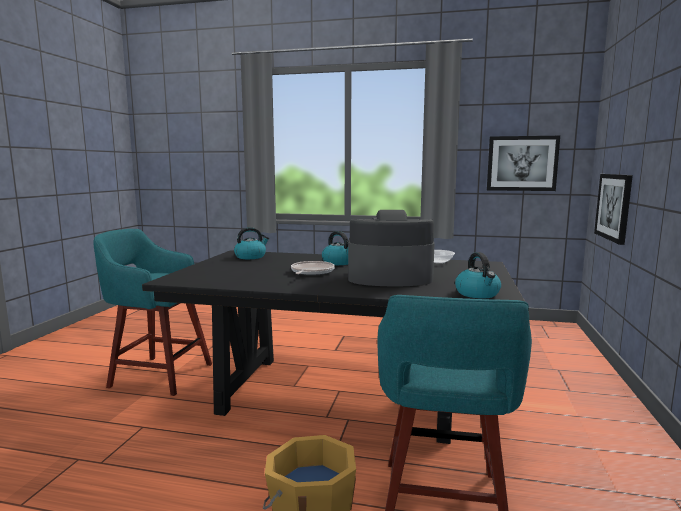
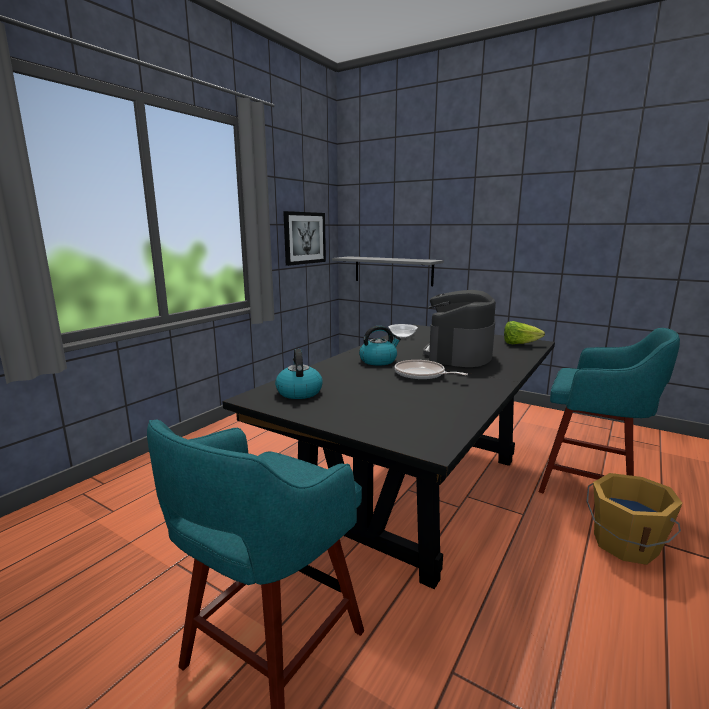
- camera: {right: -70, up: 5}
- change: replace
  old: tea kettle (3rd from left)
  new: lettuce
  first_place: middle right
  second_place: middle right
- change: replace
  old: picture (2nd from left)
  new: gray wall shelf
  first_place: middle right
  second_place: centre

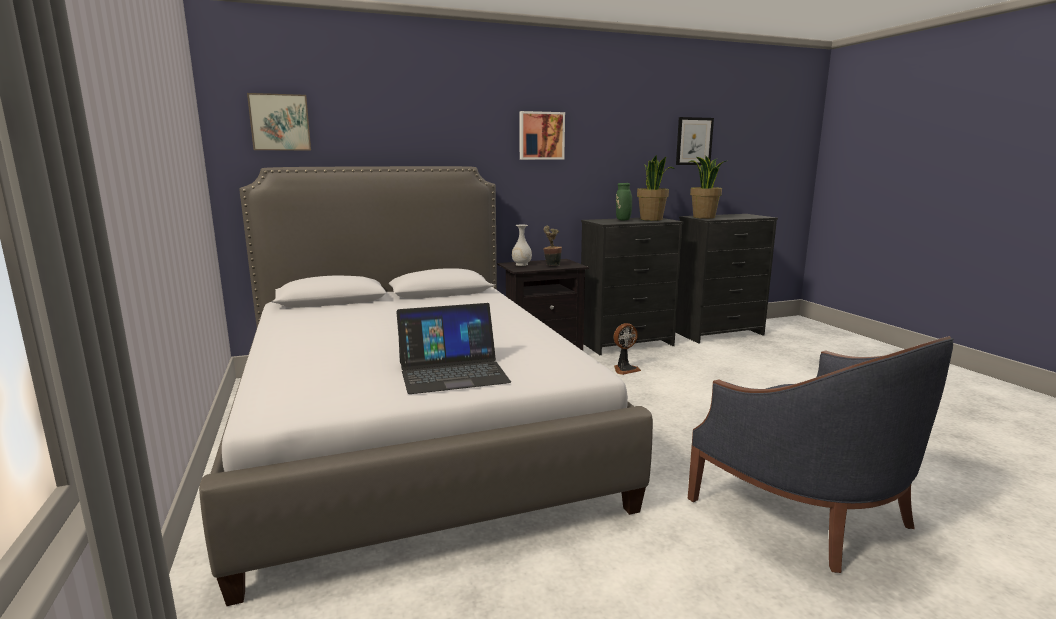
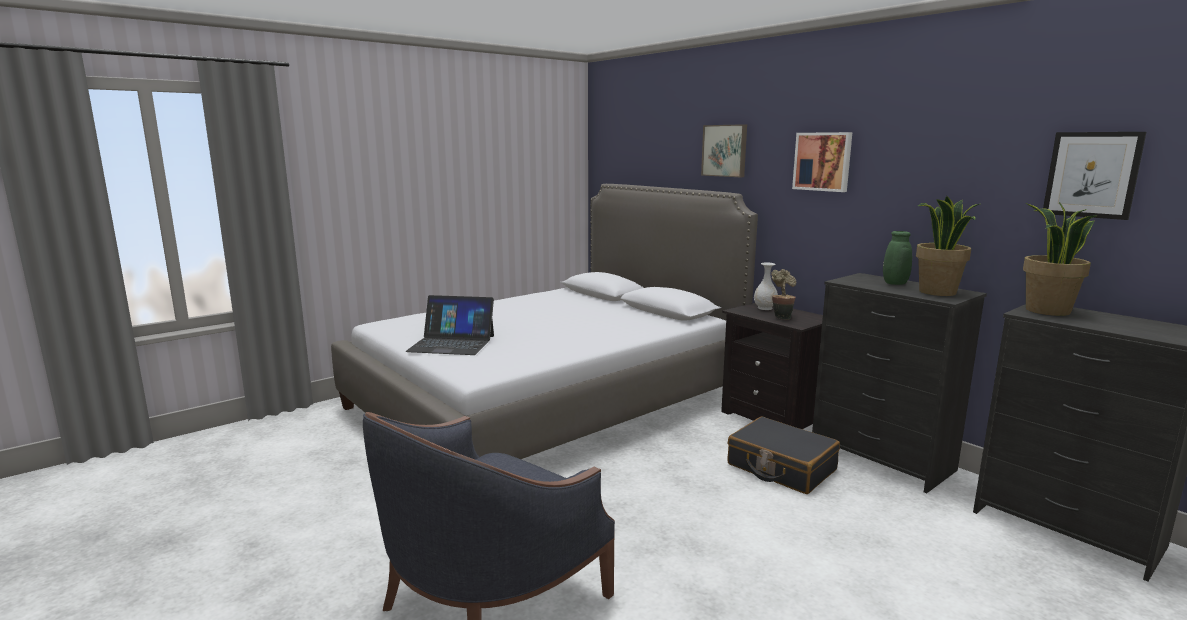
- camera: {right: 70, up: 0}
- change: move
  old: picture (1st from left)
  first_place: top left
  second_place: top centre
- change: rotate
  old: laptop
  first_place: centre
  second_place: centre
  degrees: -45
- change: replace
  old: cooling fan
  new: black travel case
  first_place: centre
  second_place: bottom centre

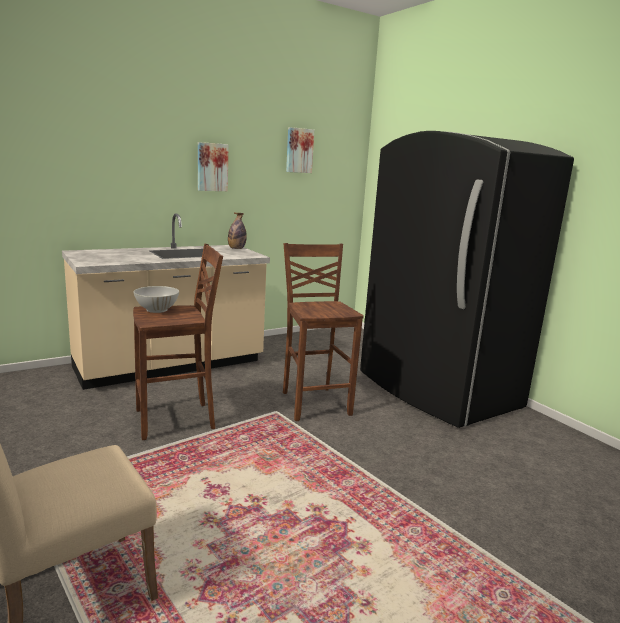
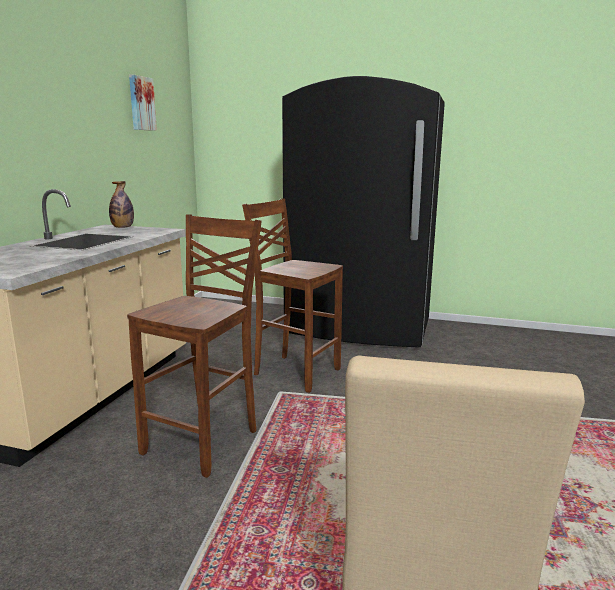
- camera: {right: -40, up: 0}
- change: delete
  old: white deep dish
  first_place: middle left
- change: delete
  old: picture (1st from left)
  first_place: top centre

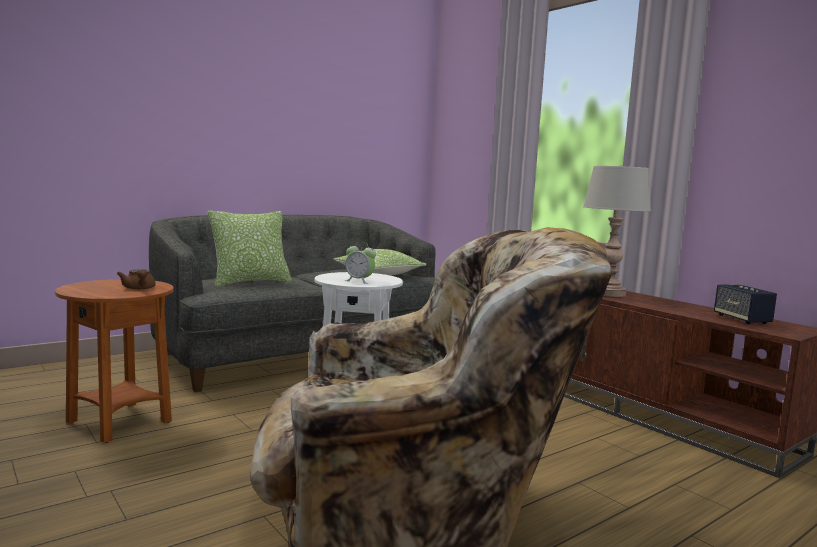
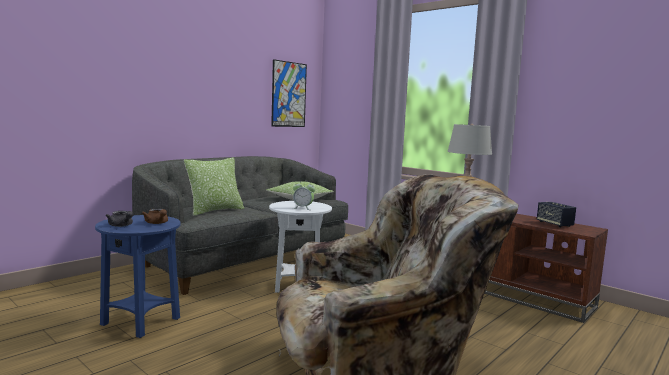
- camera: {right: -10, up: 0}
- change: recolor
  old: brown end table
  new: blue end table
  first_place: middle left
  second_place: bottom left
- change: insert
  new: gray tea pot
  second_place: middle left
- change: insert
  new: picture
  second_place: top centre

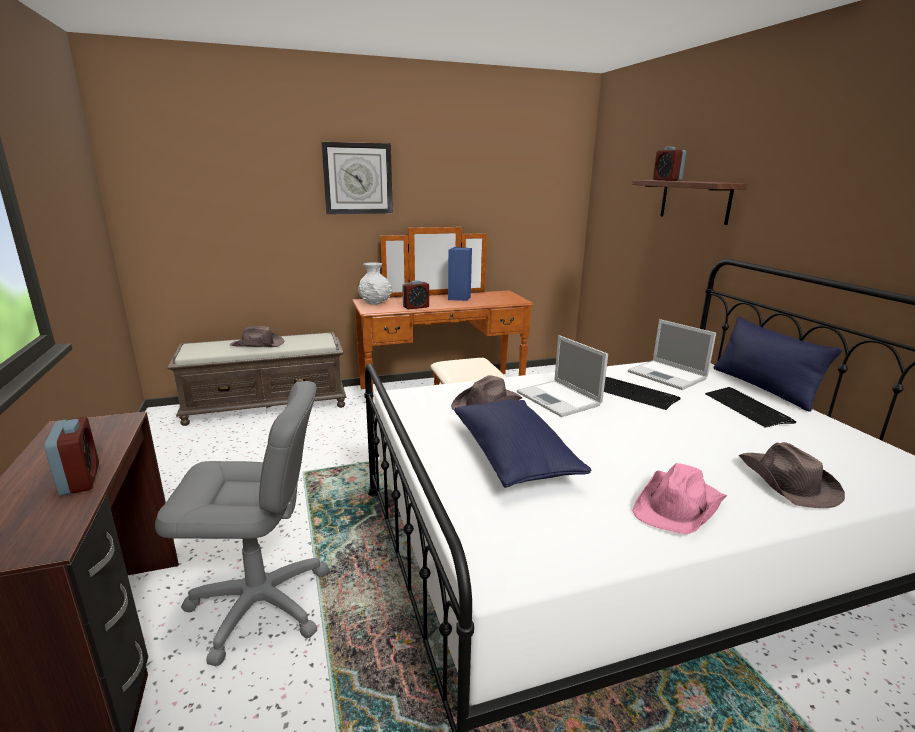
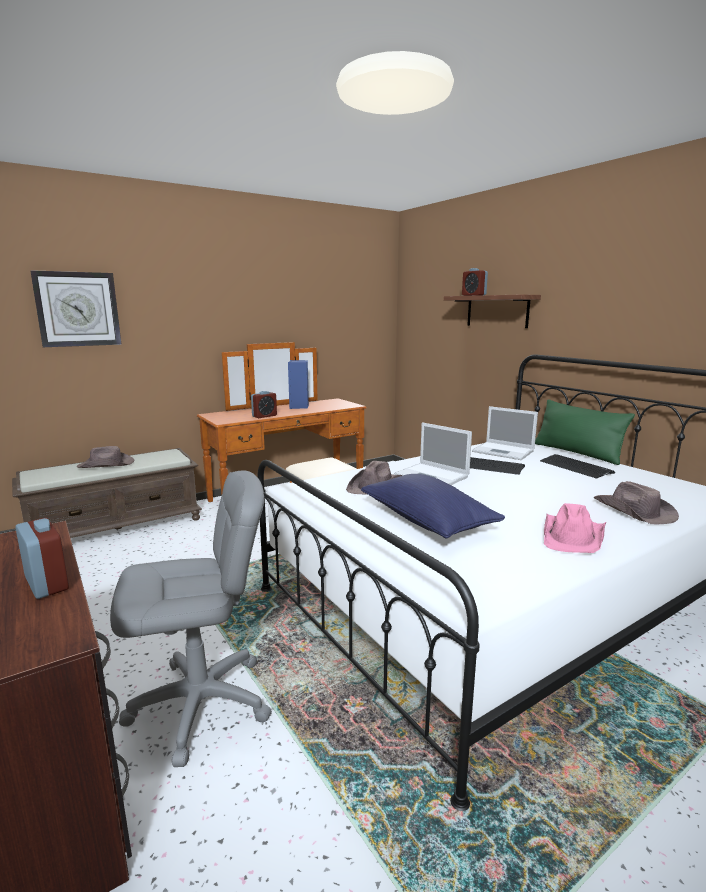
- camera: {right: -15, up: -5}
- change: move
  old: hanging clock
  first_place: top centre
  second_place: middle left
- change: delete
  old: white vase
  first_place: centre
- change: recolor
  old: blue throw pillow (2nd from left)
  new: greenish throw pillow
  first_place: middle right
  second_place: middle right

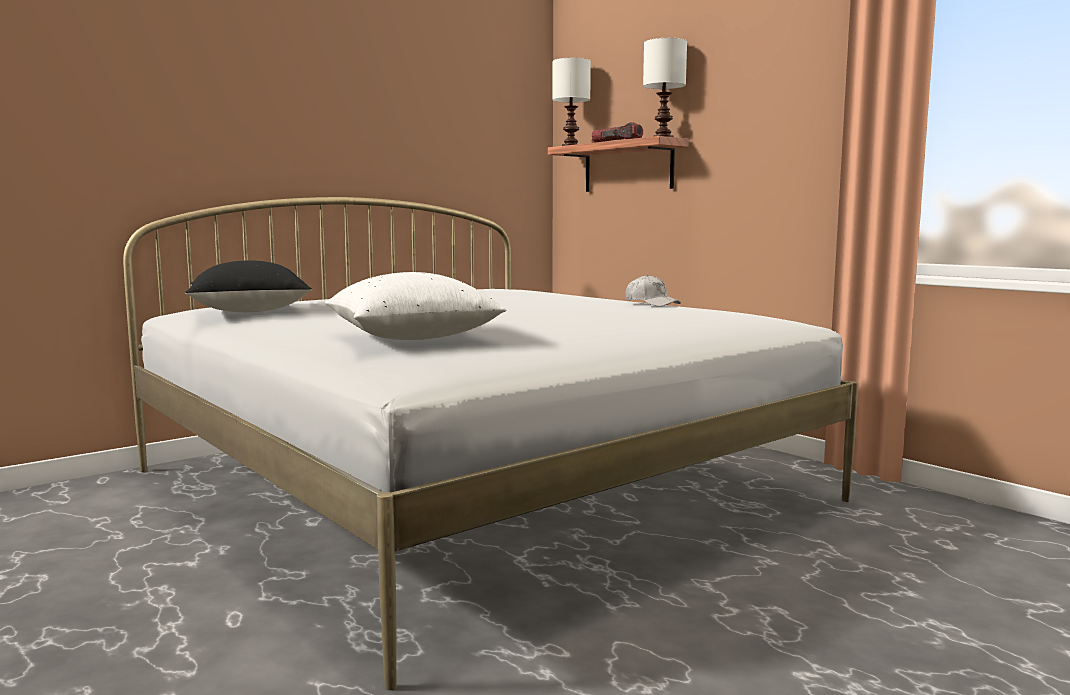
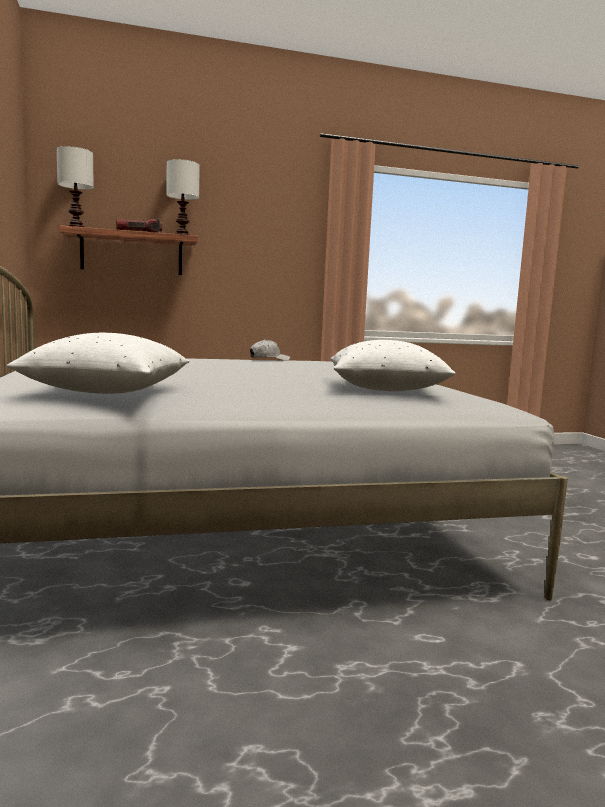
- camera: {right: -65, up: 0}
- change: recolor
  old: black throw pillow
  new: white throw pillow (1st from left)
  first_place: middle left
  second_place: middle left

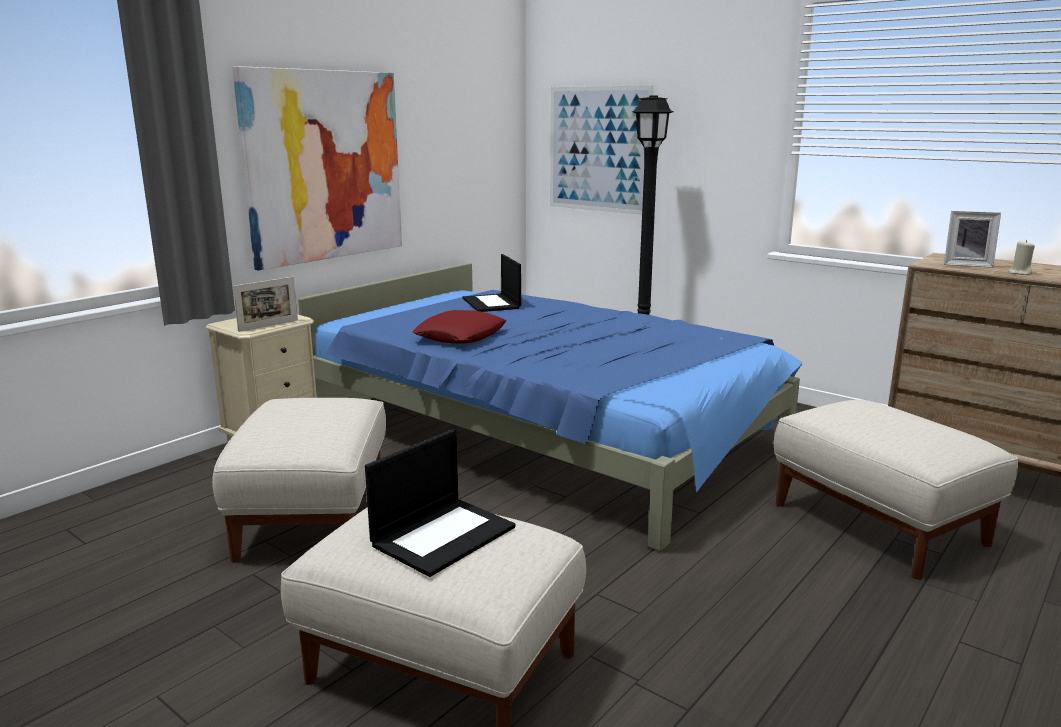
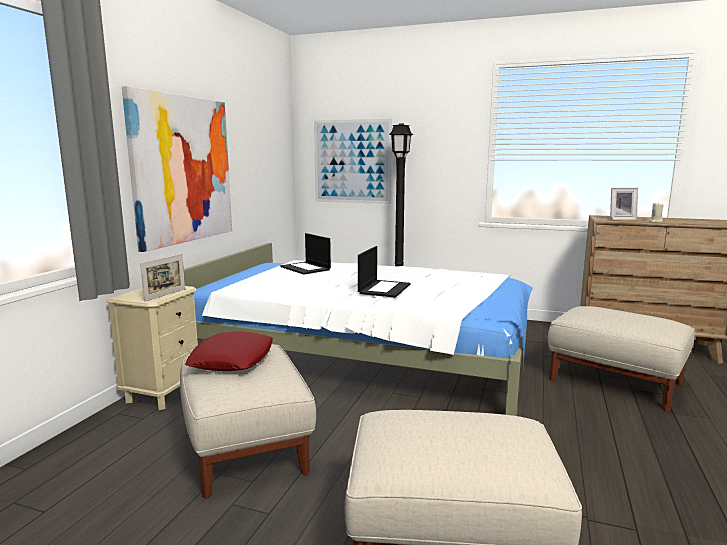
- camera: {right: -20, up: -5}
- change: recolor
  old: blue bed
  new: white bed
  first_place: centre
  second_place: centre
- change: move
  old: laptop (1st from left in the first image)
  new: laptop (2nd from left)
  first_place: bottom centre
  second_place: centre
- change: move
  old: red-coloured throw pillow
  first_place: centre
  second_place: middle left

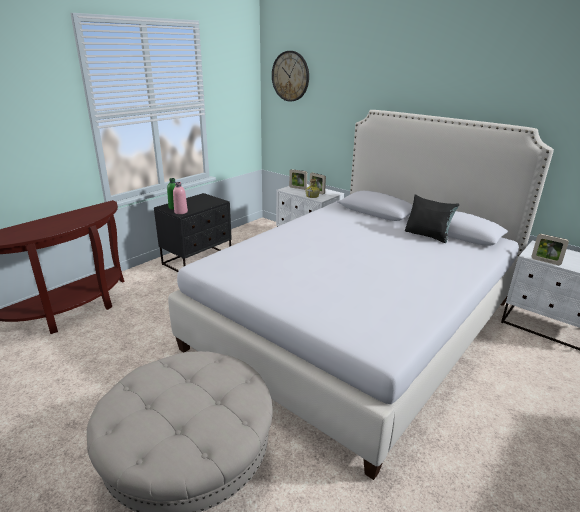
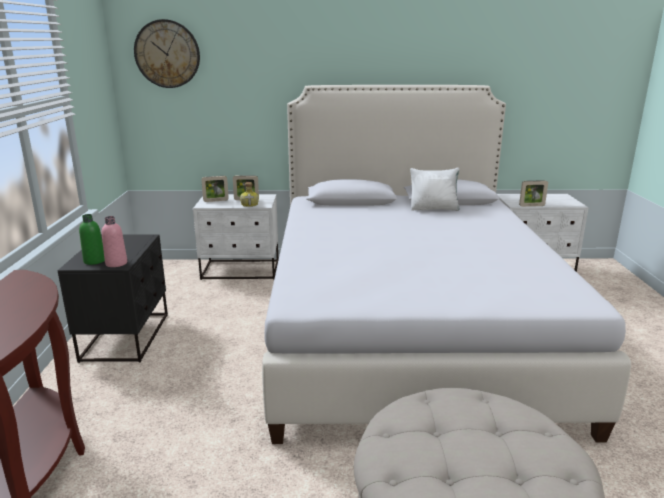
- camera: {right: -40, up: -5}
- change: recolor
  old: black throw pillow
  new: white throw pillow
  first_place: middle right
  second_place: centre

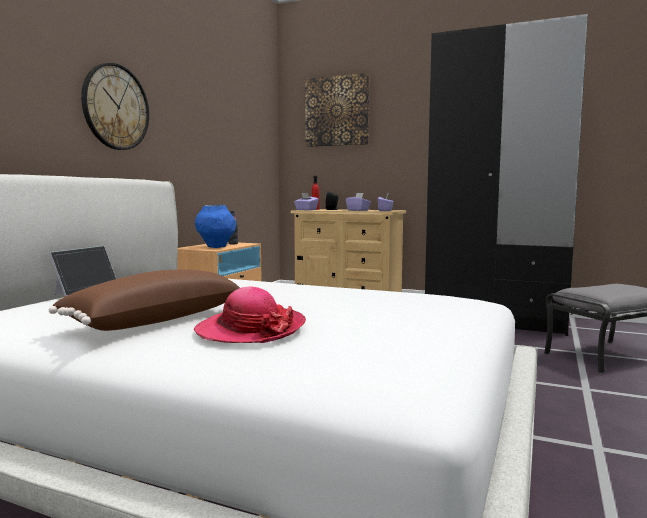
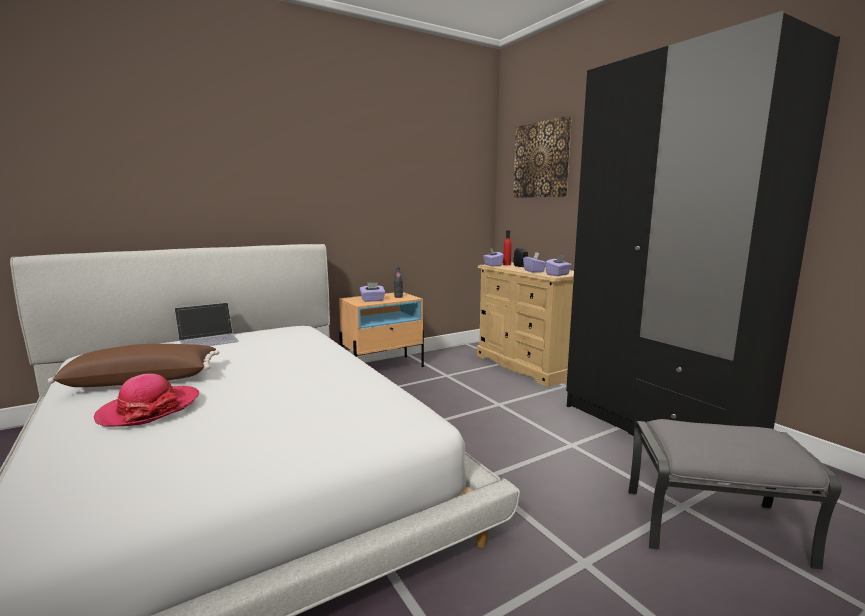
- camera: {right: 35, up: 5}
- change: delete
  old: hanging clock
  first_place: top left
- change: replace
  old: blue vase
  new: purplish box of tissues (1st from left)
  first_place: middle left
  second_place: centre

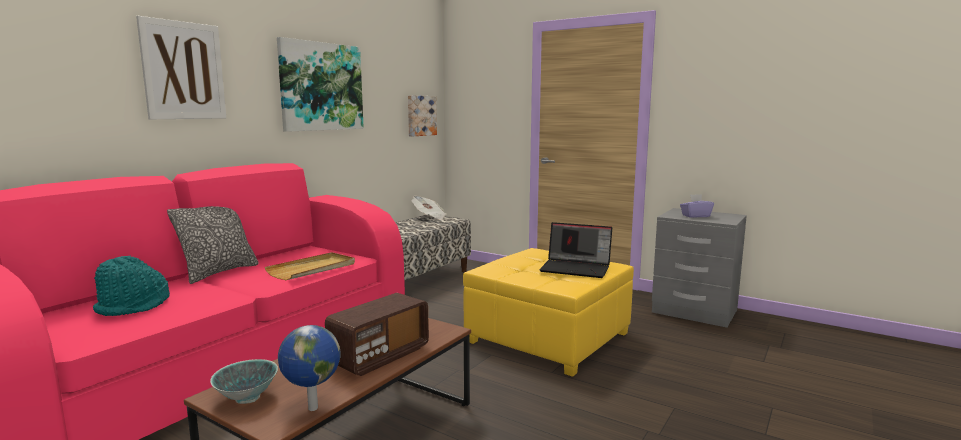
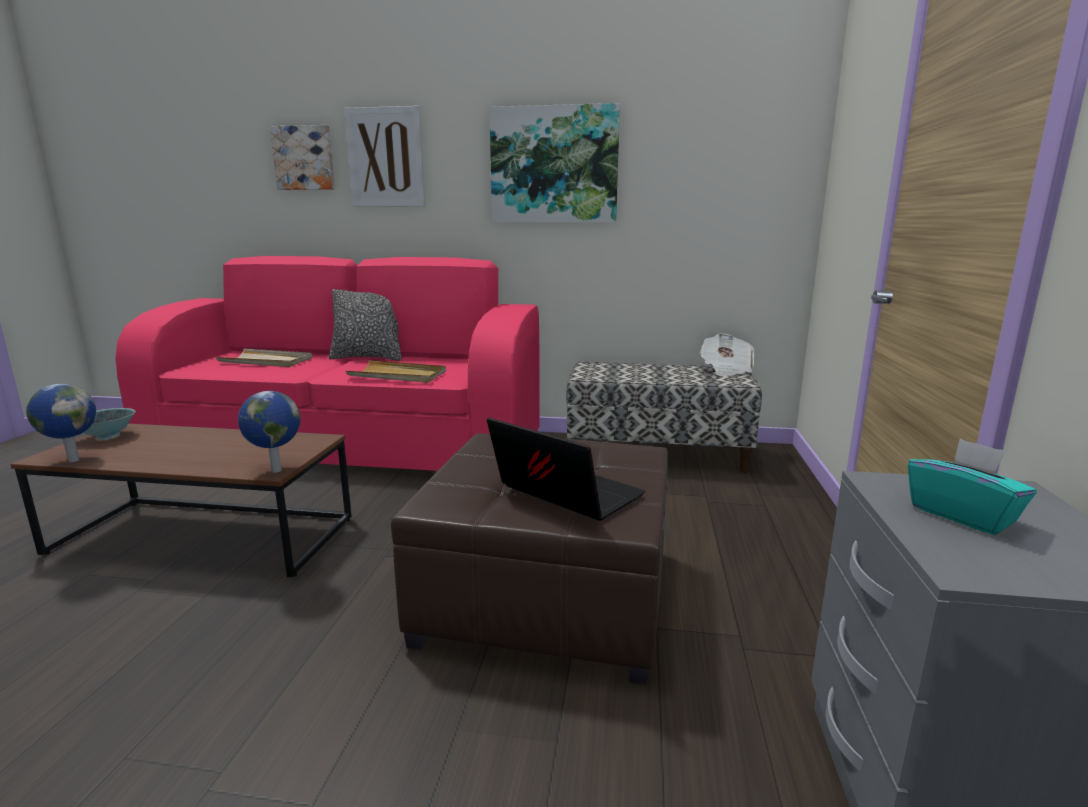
- camera: {right: 65, up: 5}
- change: replace
  old: blue-green clothing hat
  new: beige tray (1st from left)
  first_place: middle left
  second_place: middle left
- change: delete
  old: radio set
  first_place: bottom centre
- change: move
  old: picture (3rd from left in the first image)
  new: picture (1st from left)
  first_place: top centre
  second_place: top left
- change: recolor
  old: yellow pouffe
  new: brown pouffe
  first_place: bottom centre
  second_place: bottom centre
- change: rotate
  old: laptop
  first_place: centre
  second_place: centre
  degrees: 135
- change: recolor
  old: purplish box of tissues
  new: blue-green box of tissues
  first_place: middle right
  second_place: middle right
- change: insert
  new: globe (2nd from left)
  second_place: middle left

